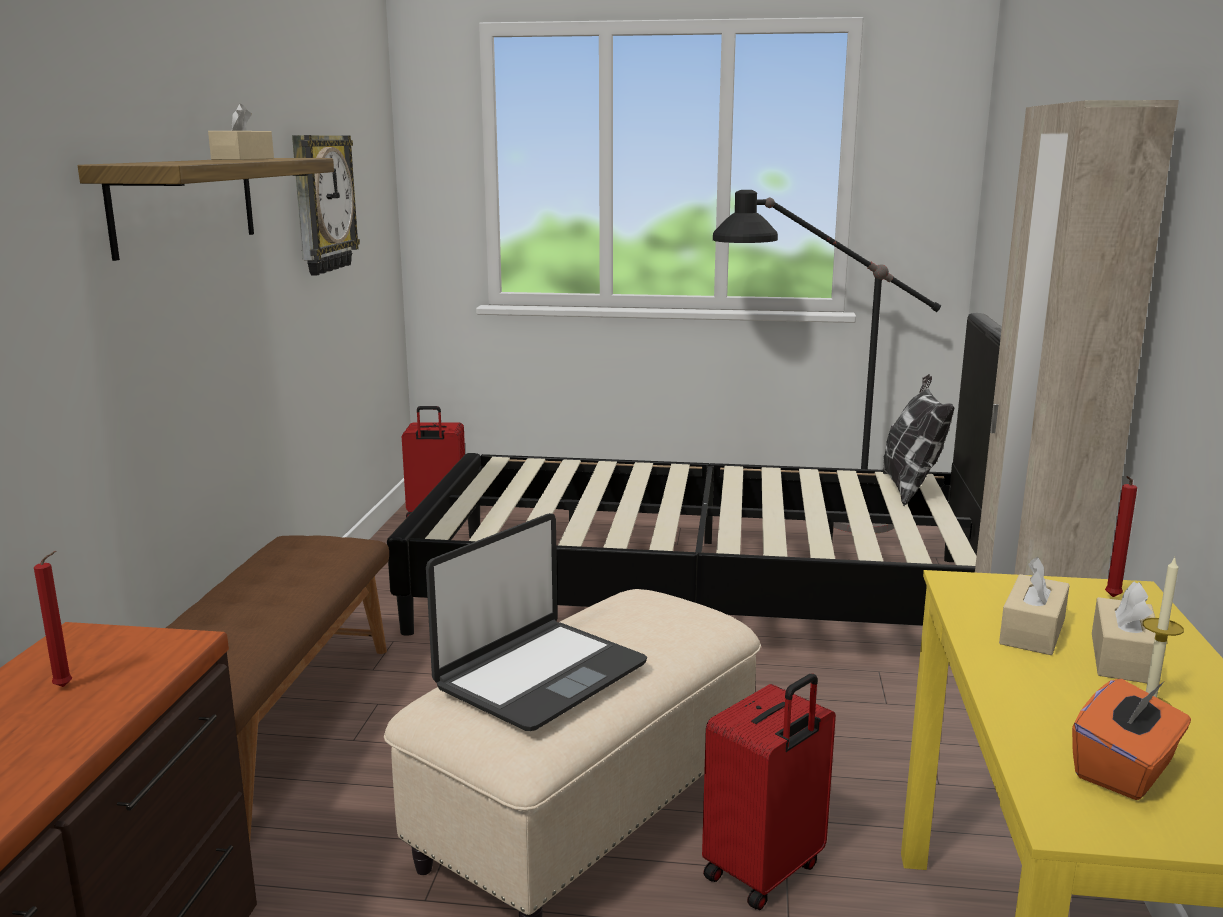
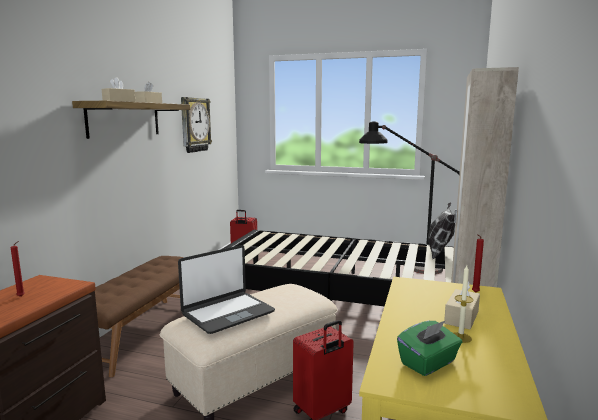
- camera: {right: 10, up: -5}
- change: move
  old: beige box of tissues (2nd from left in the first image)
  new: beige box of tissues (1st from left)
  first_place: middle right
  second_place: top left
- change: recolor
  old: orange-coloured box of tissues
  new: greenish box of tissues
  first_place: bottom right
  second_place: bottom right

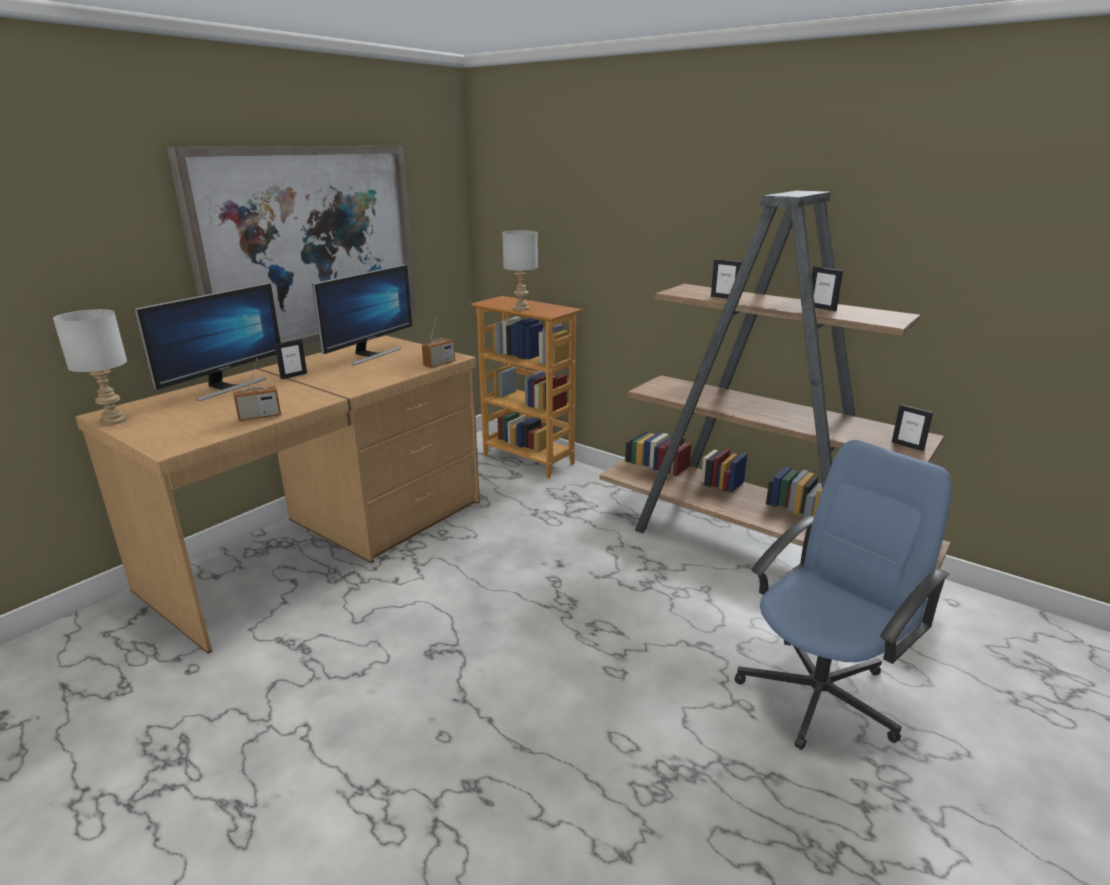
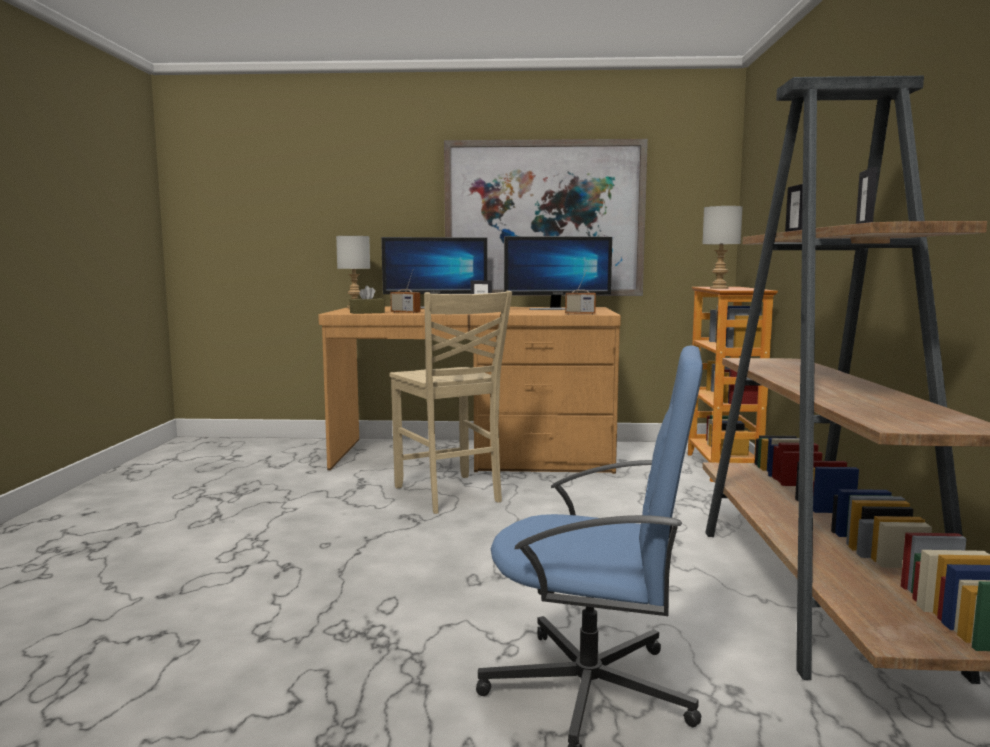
- camera: {right: 55, up: -15}
- change: delete
  old: photo frame (4th from left)
  first_place: middle right
- change: insert
  new: brown box of tissues
  second_place: centre
- change: insert
  new: beige chair
  second_place: centre

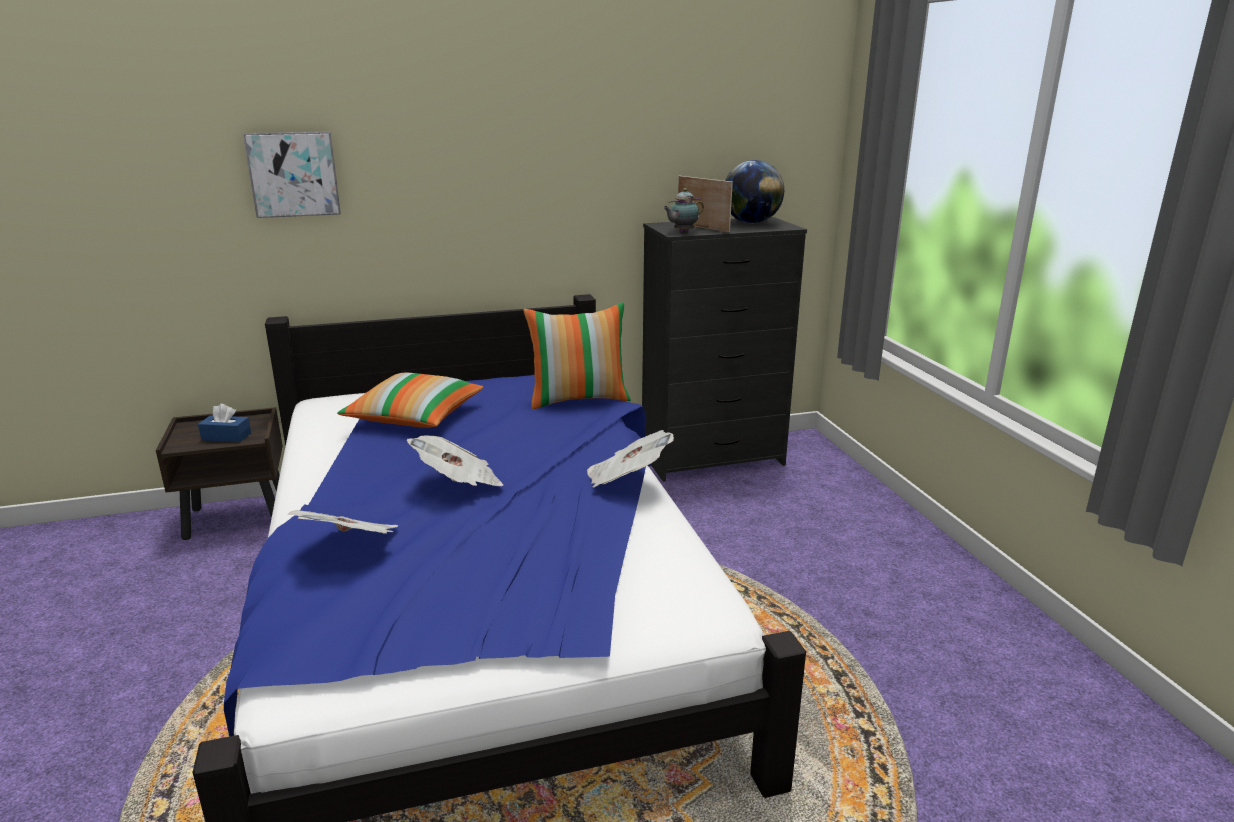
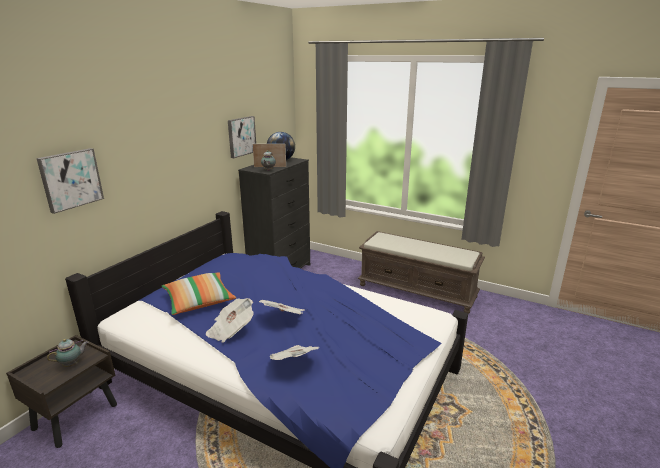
- camera: {right: -45, up: 0}
- change: replace
  old: blue box of tissues
  new: tea pot (1st from left)
  first_place: middle left
  second_place: bottom left
- change: delete
  old: throw pillow (2nd from left)
  first_place: centre
- change: move
  old: printed paper (3rd from left in the first image)
  new: printed paper (1st from left)
  first_place: centre
  second_place: bottom centre
- change: insert
  new: picture (2nd from left)
  second_place: top centre
- change: insert
  new: brown bench
  second_place: centre

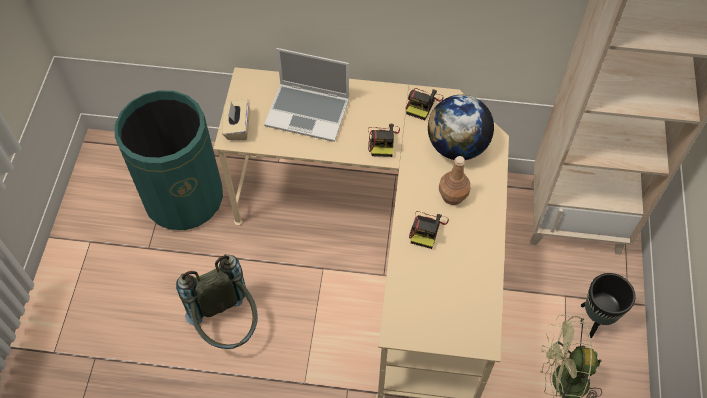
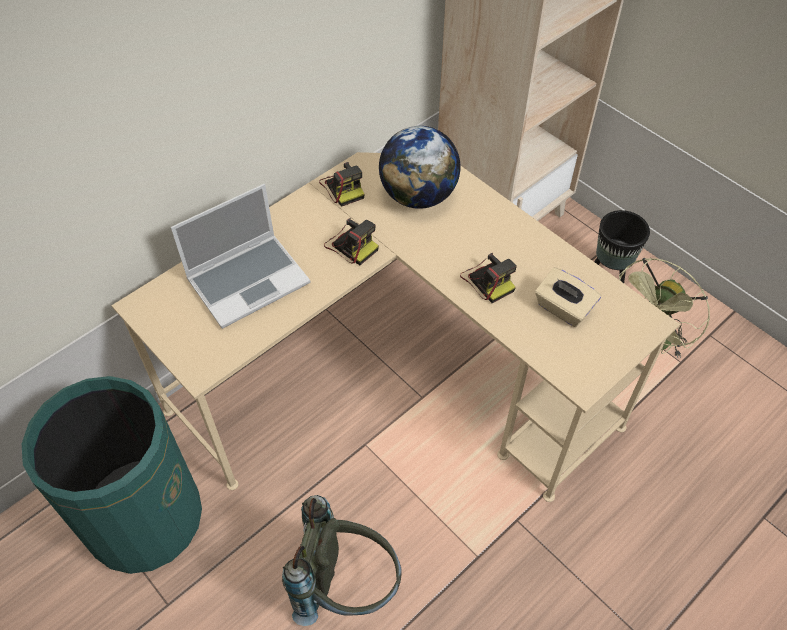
- camera: {right: -50, up: -5}
- change: move
  old: beige box of tissues
  first_place: top centre
  second_place: middle right
- change: delete
  old: brown beverage bottle
  first_place: centre

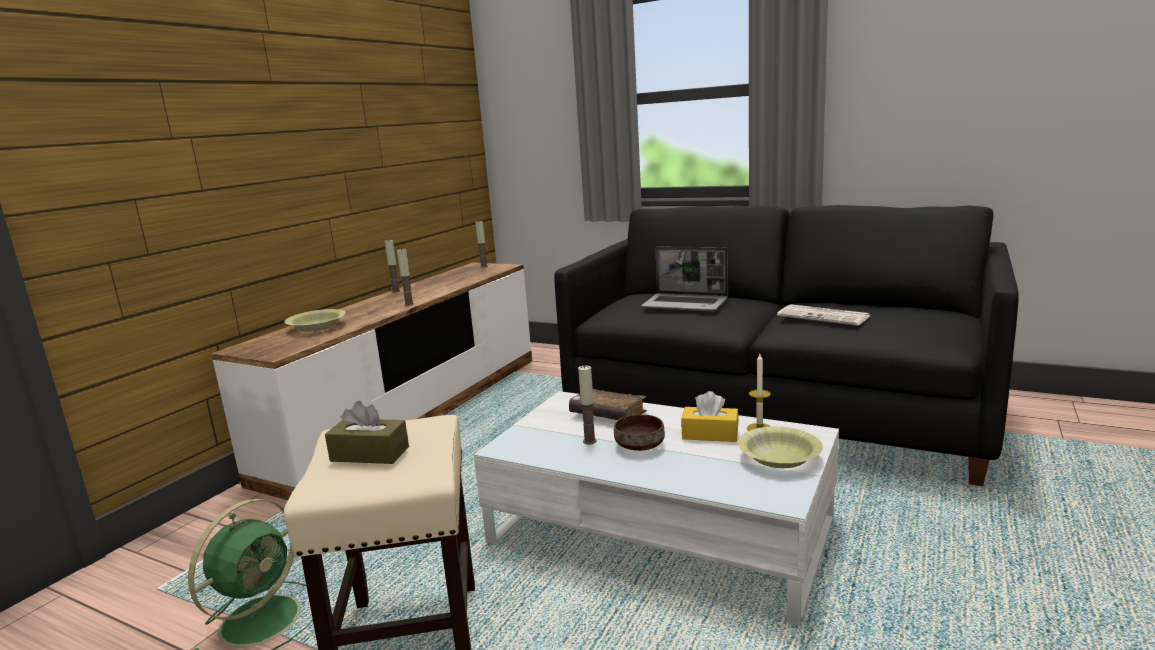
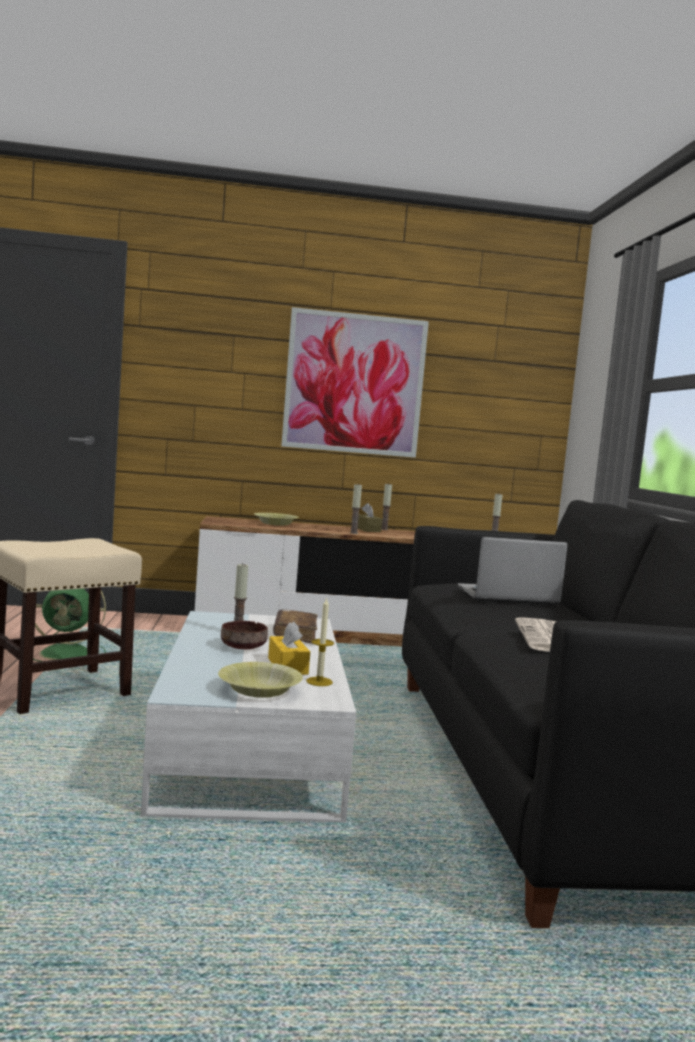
- camera: {right: 55, up: -10}
- change: move
  old: brown box of tissues
  first_place: middle left
  second_place: centre
- change: rotate
  old: laptop
  first_place: centre
  second_place: middle right
  degrees: 90
- change: insert
  new: picture
  second_place: centre

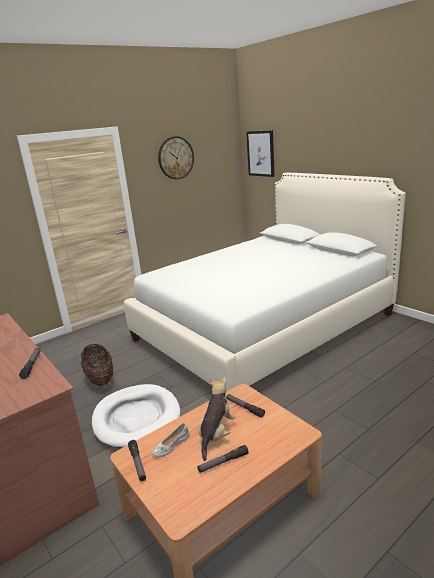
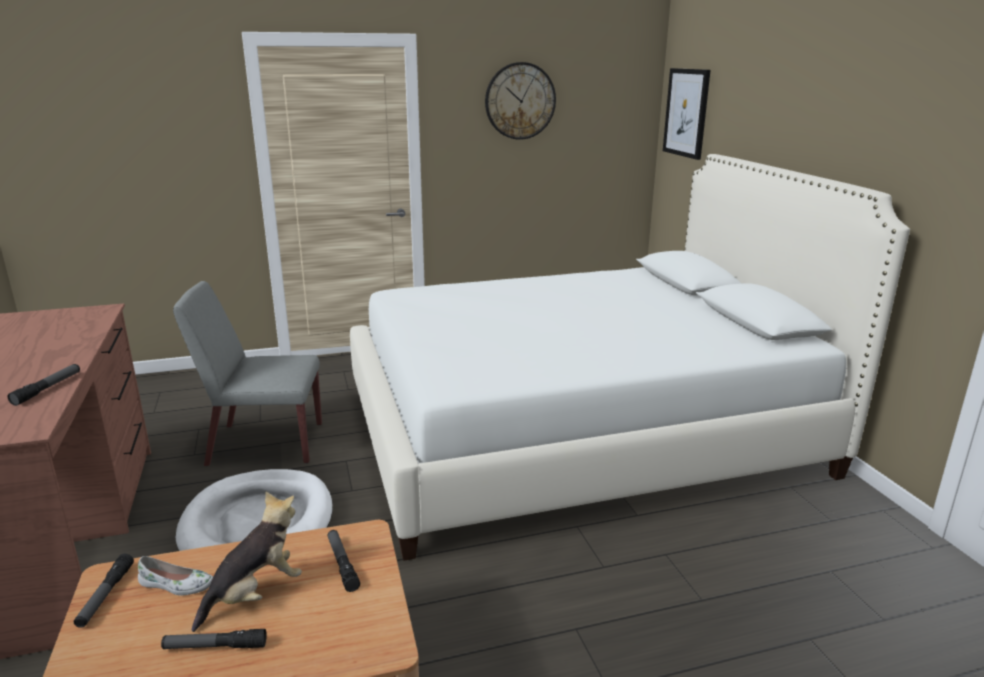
- camera: {right: 20, up: 0}
- change: replace
  old: storage basket
  new: gray chair
  first_place: middle left
  second_place: middle left
- change: rotate
  old: white low shoe
  first_place: bottom centre
  second_place: bottom left
  degrees: -150

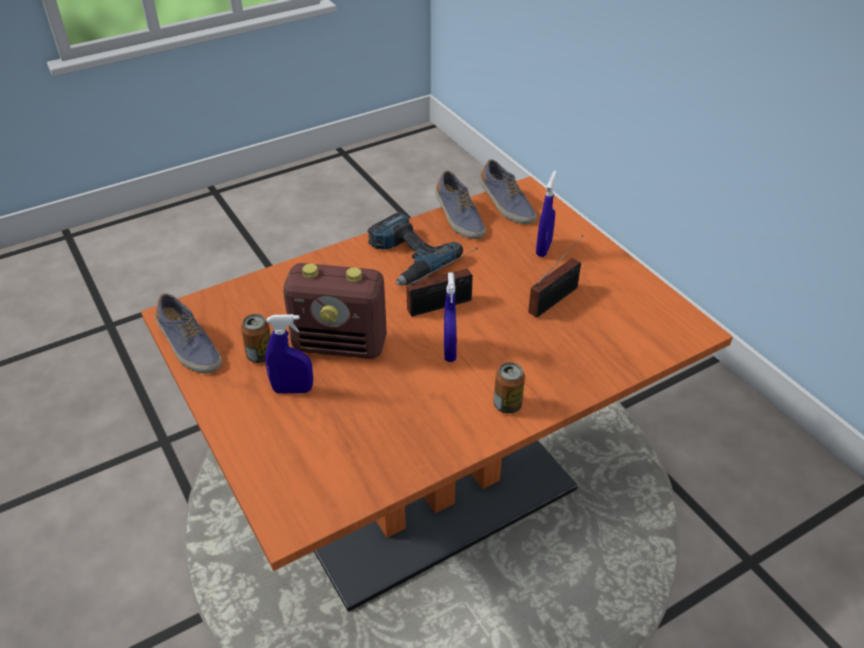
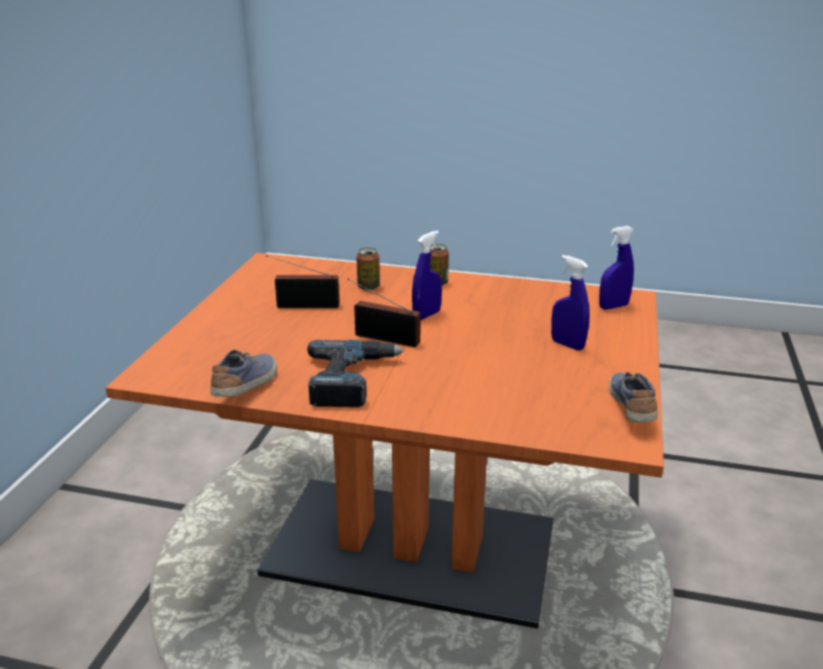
- camera: {right: -135, up: -15}
- change: move
  old: metal can (1st from left)
  first_place: middle left
  second_place: centre
- change: delete
  old: radio set (1st from left)
  first_place: centre
- change: delete
  old: low shoe (3rd from left)
  first_place: top centre
- change: move
  old: blue sprayer (3rd from left)
  first_place: top centre
  second_place: middle right

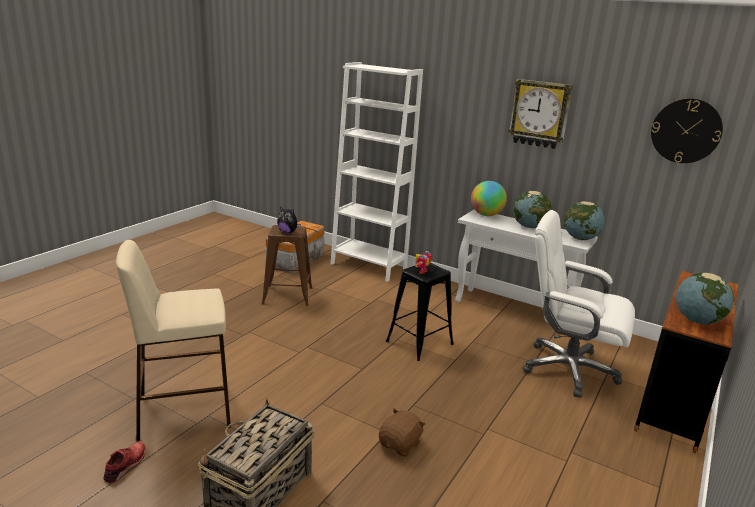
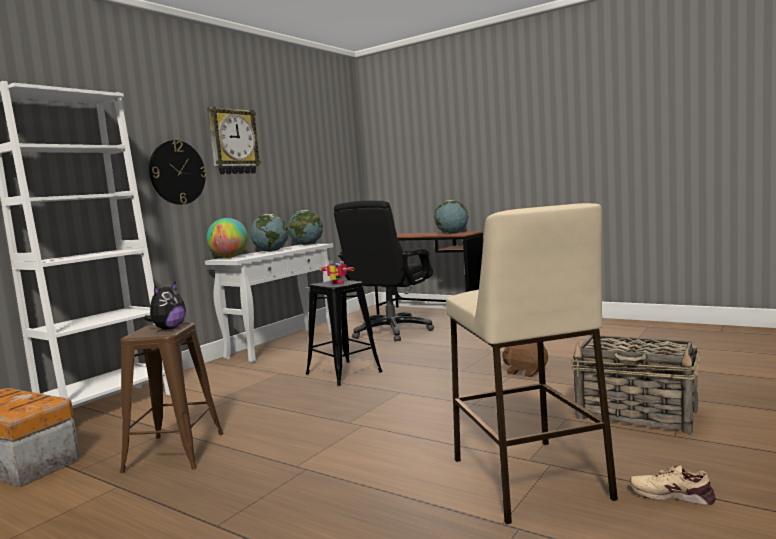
- camera: {right: -85, up: -15}
- change: recolor
  old: red-coloured low shoe
  new: beige low shoe
  first_place: bottom left
  second_place: bottom right
- change: recolor
  old: white computer chair
  new: black computer chair
  first_place: middle right
  second_place: centre
- change: move
  old: hanging clock (2nd from left in the first image)
  new: hanging clock (1st from left)
  first_place: top right
  second_place: top left

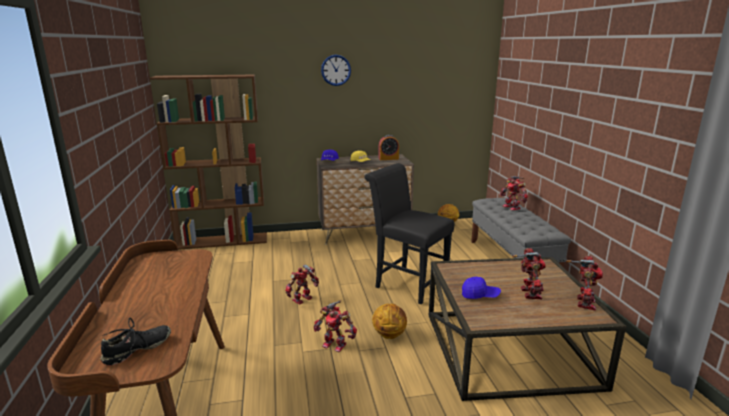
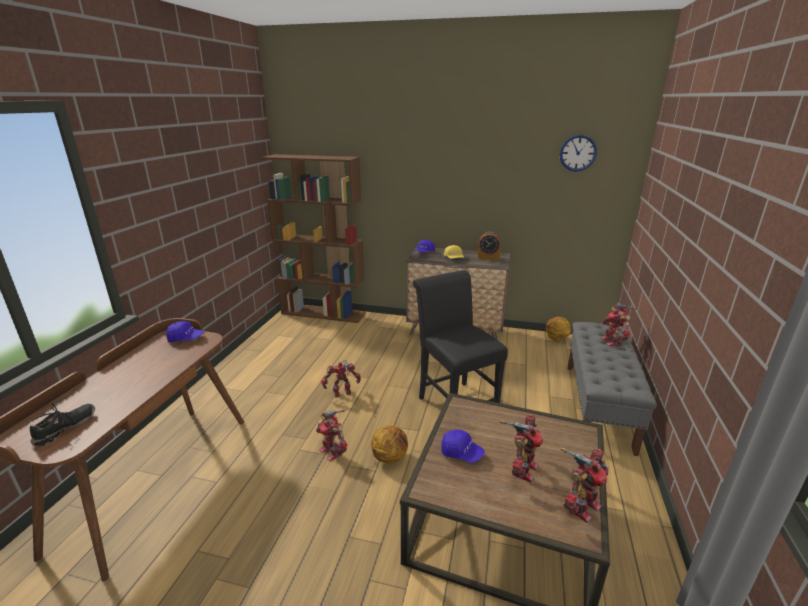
- camera: {right: 25, up: 5}
- change: rotate
  old: black low shoe
  first_place: bottom left
  second_place: bottom left
  degrees: -45
- change: move
  old: hanging clock
  first_place: top centre
  second_place: top right
- change: insert
  new: blue peaked cap (1st from left)
  second_place: middle left

